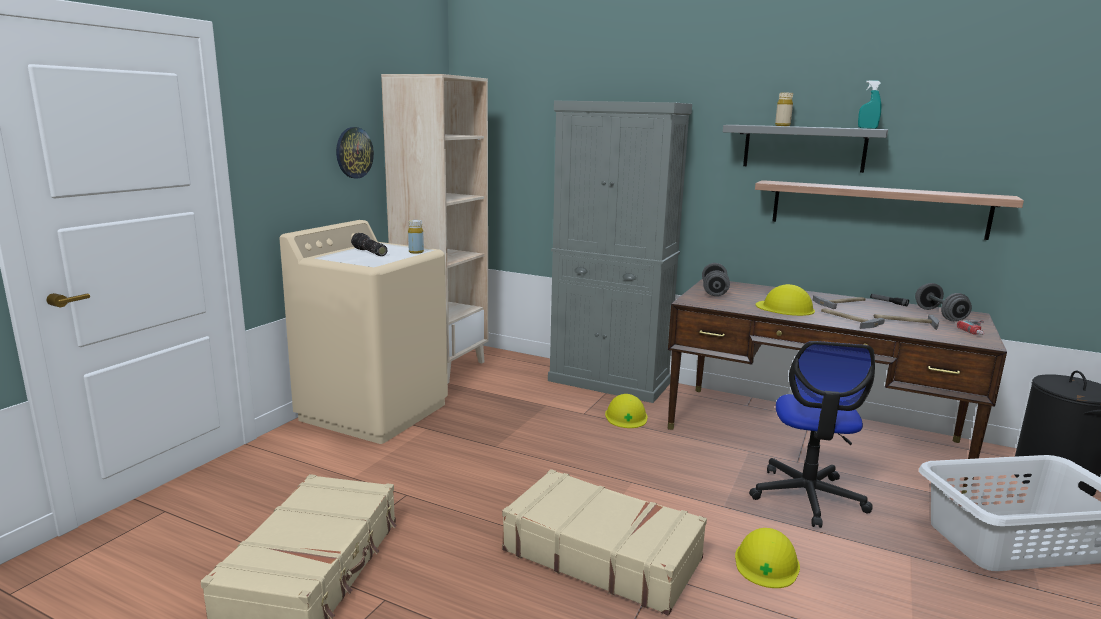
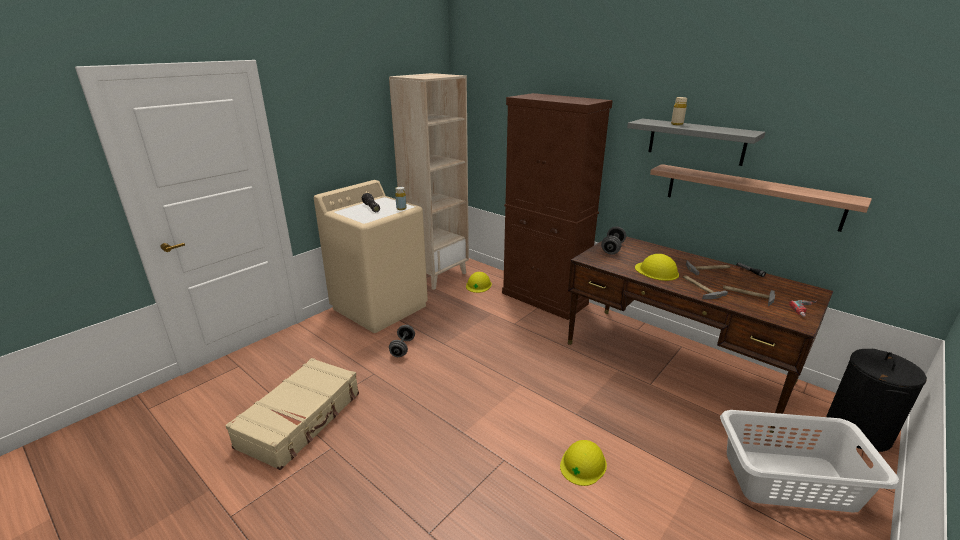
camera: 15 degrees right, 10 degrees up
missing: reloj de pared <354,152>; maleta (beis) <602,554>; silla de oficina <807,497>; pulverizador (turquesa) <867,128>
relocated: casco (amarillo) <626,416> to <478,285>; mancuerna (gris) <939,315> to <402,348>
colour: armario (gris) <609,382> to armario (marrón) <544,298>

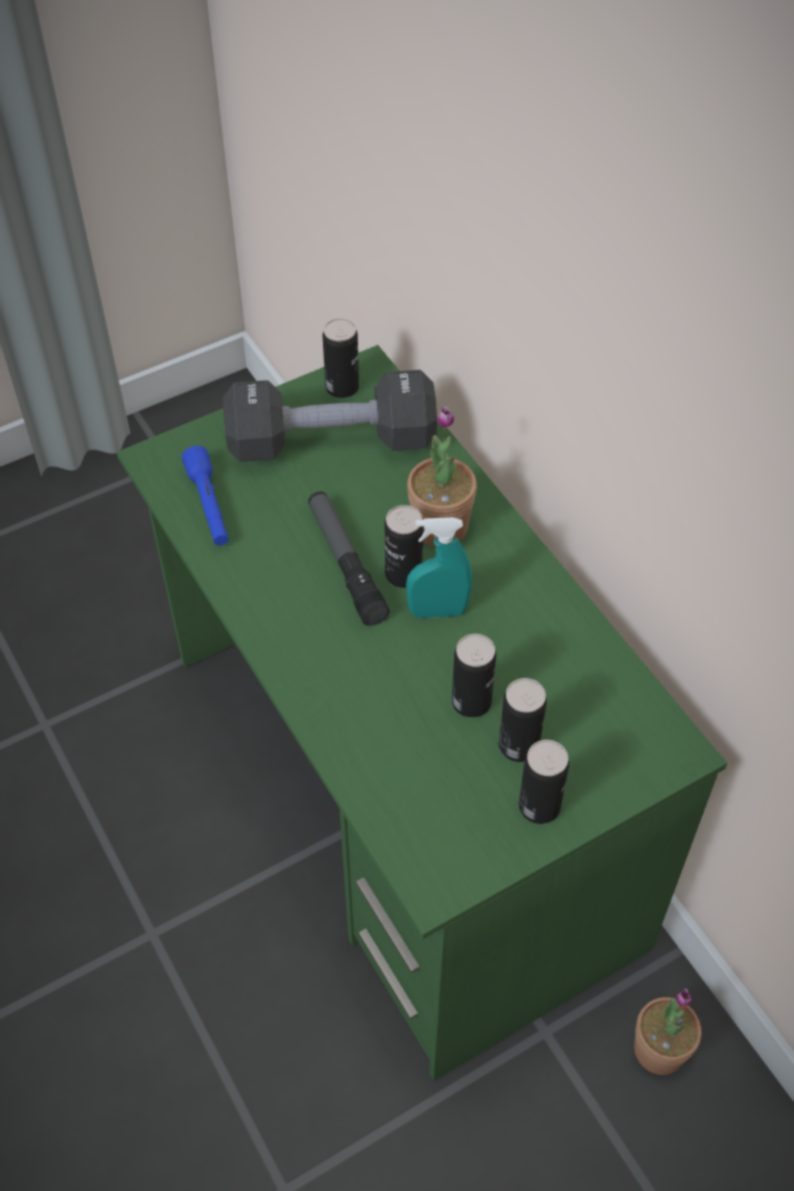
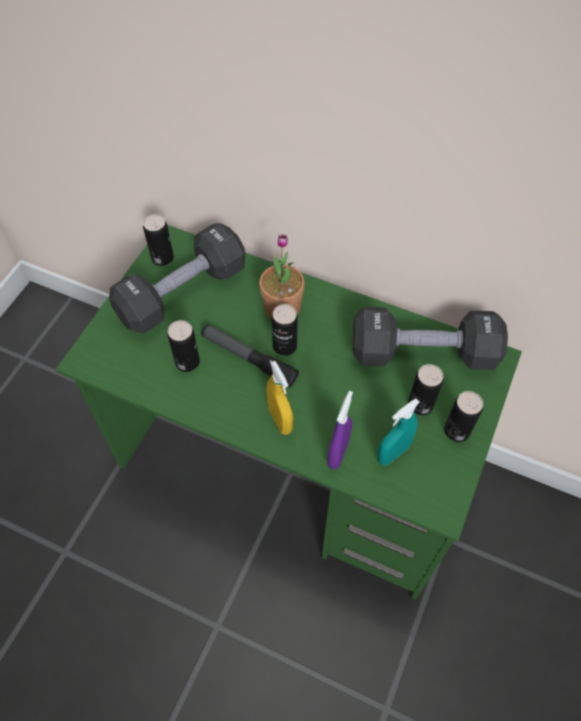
camera: 35 degrees left, 5 degrees up
missing: linterna (azul) <209,506>; planta en maceta <659,1049>
appeared: pulverizador (amarillo) <280,420>; pulverizador (morado) <338,453>; mancuerna (negro) <423,352>
relocated: pulverizador (turquesa) <437,611> to <393,453>; lata <471,701> to <187,362>

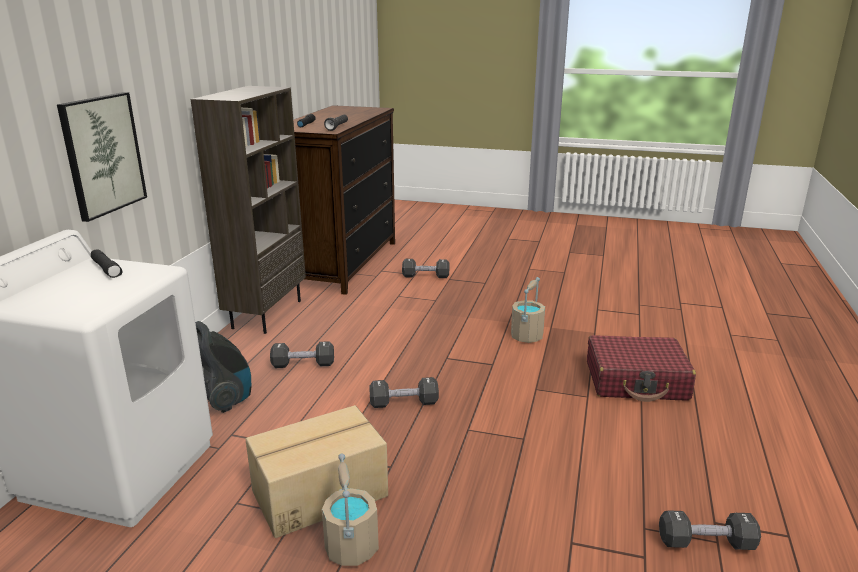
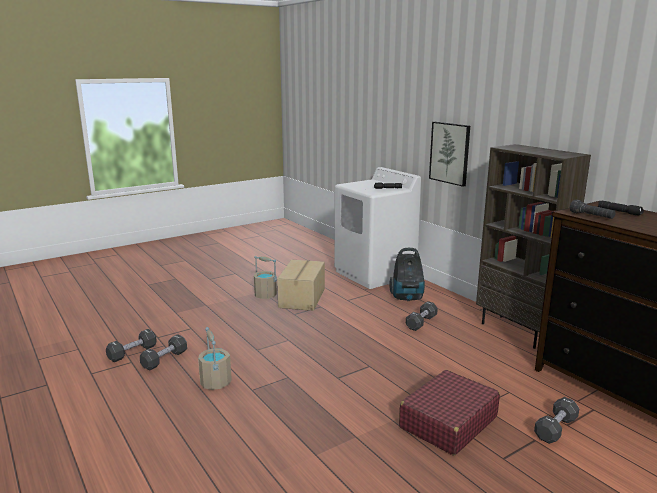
camera: 130 degrees right, 5 degrees down
relocated: mancuerna (negro) <404,403> to <164,360>; cubo (beis) <526,336> to <215,382>; maleta (rojo) <636,381> to <448,422>

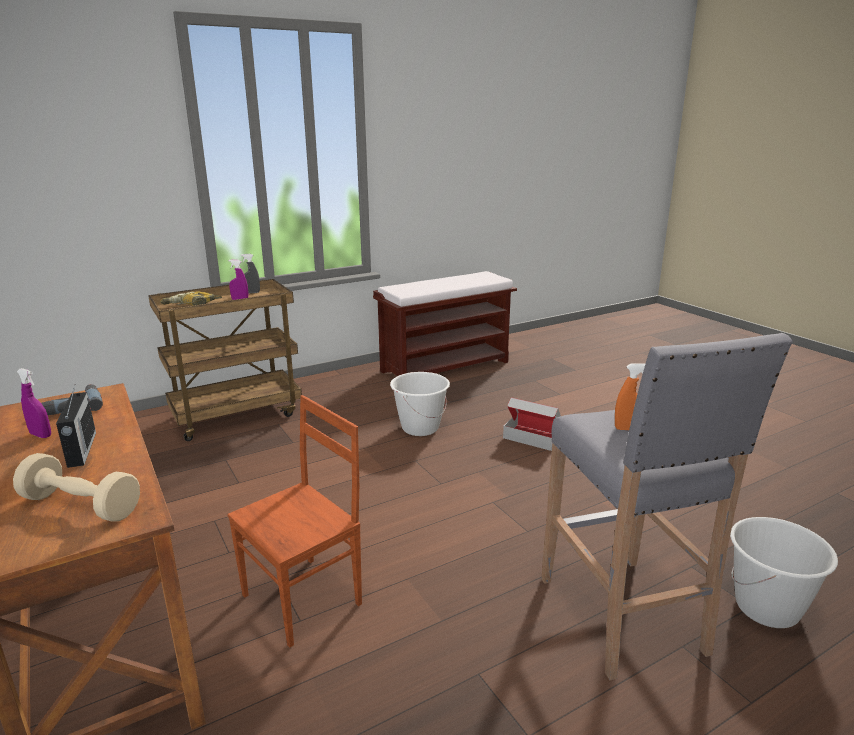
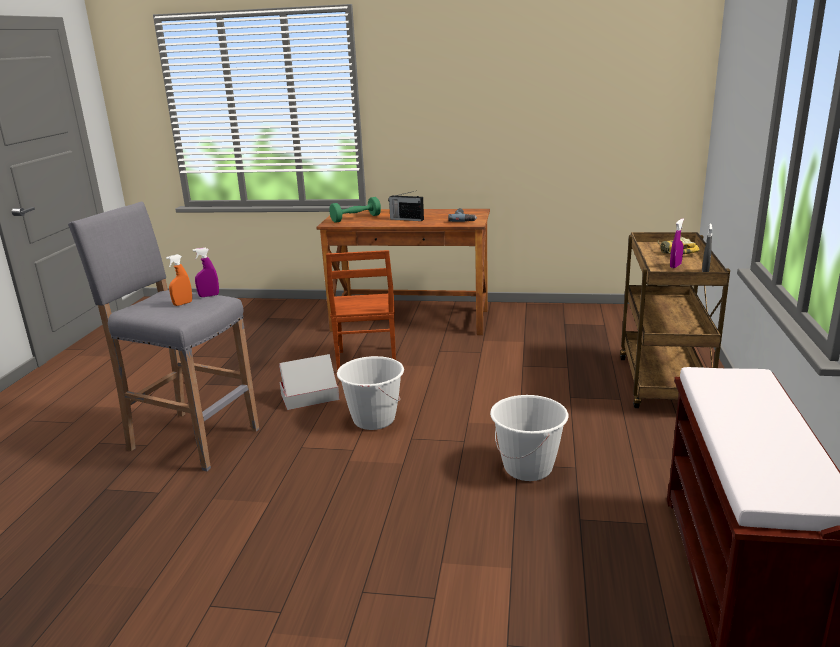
camera: 130 degrees right, 0 degrees up
relocated: pulverizador (morado) <41,435> to <209,296>; caja de cartón <533,437> to <309,397>; cubo (blanco) <767,608> to <373,420>
colour: mancuerna (beis) <81,506> to mancuerna (verde) <356,218>

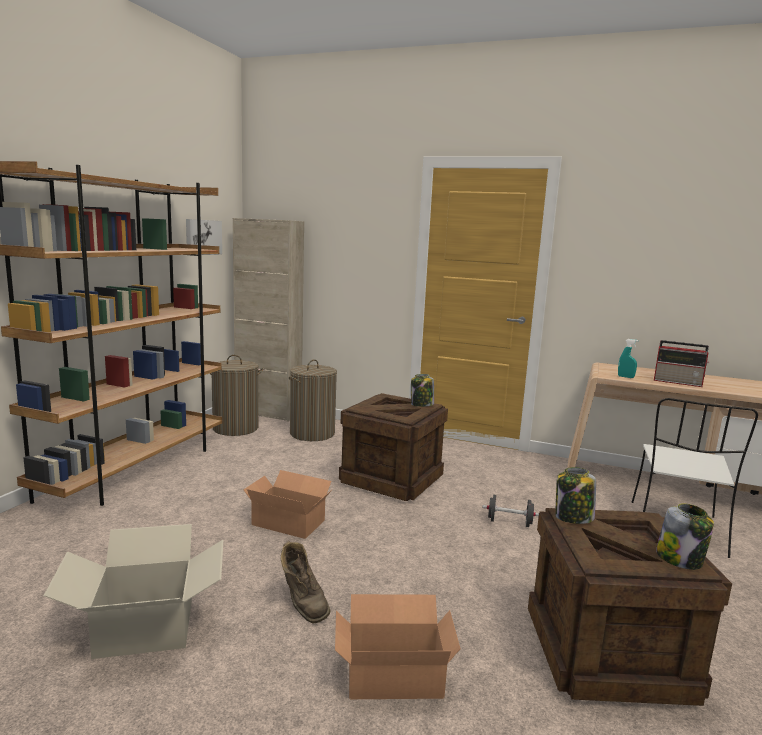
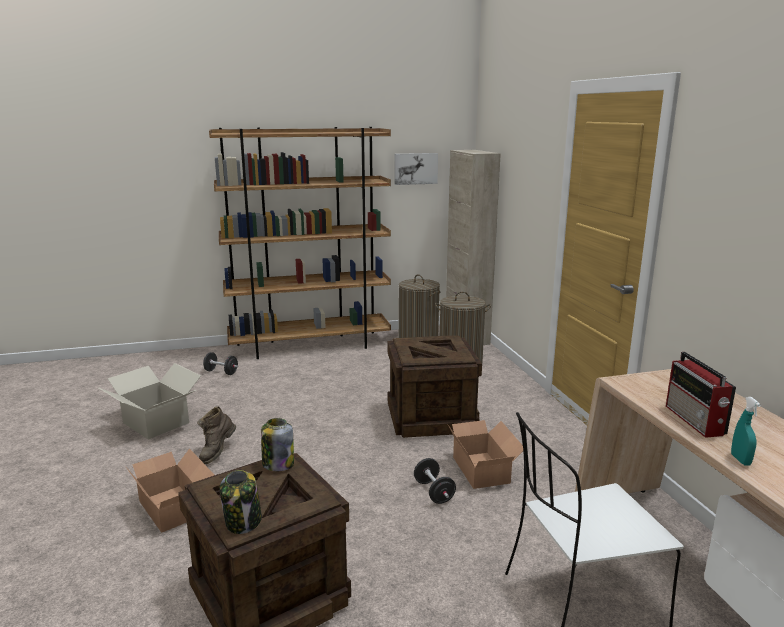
camera: 55 degrees right, 5 degrees up
missing: tarro <421,405>
appeared: mancuerna (negro) <221,372>
relocated: caja de cartón <288,521> to <482,469>; pulverizador (turquesa) <625,377> to <740,460>

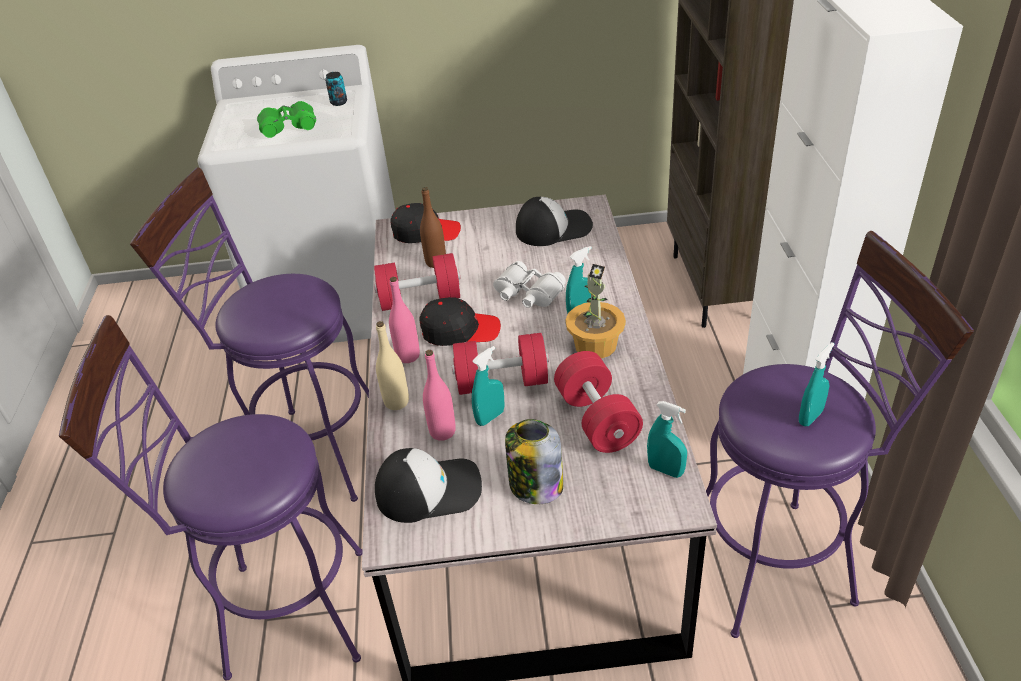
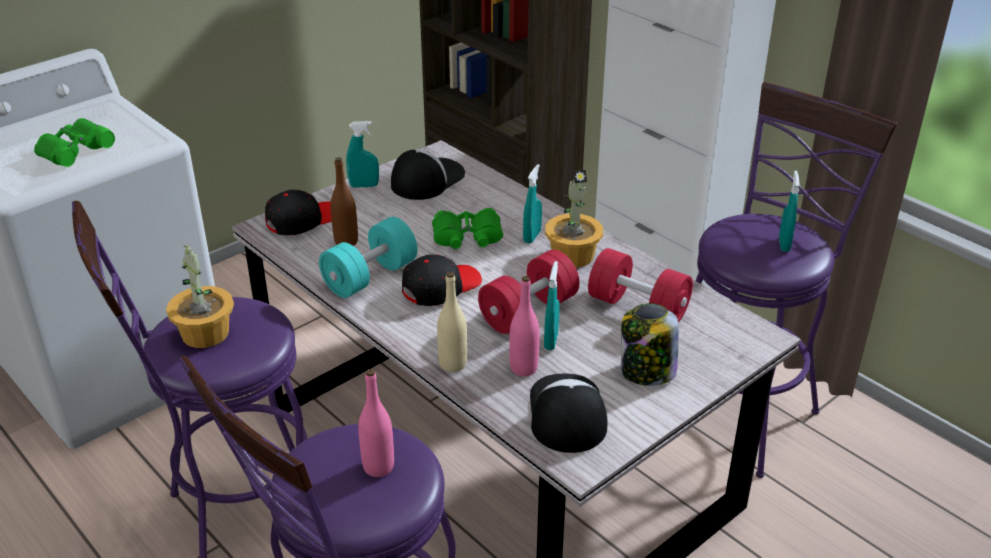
camera: 40 degrees left, 5 degrees down
missing: lata <339,102>
appeared: planta en maceta <204,334>
relocated: botella (rosa) <408,356> to <378,467>; pulverizador (turquesa) <665,470> to <364,186>
colour: mancuerna (rojo) <420,299> to mancuerna (turquesa) <370,277>; prismáticos (blanco) <528,293> to prismáticos (verde) <467,238>
spun: gorra <429,489> = <566,414> 45 degrees counterclockwise

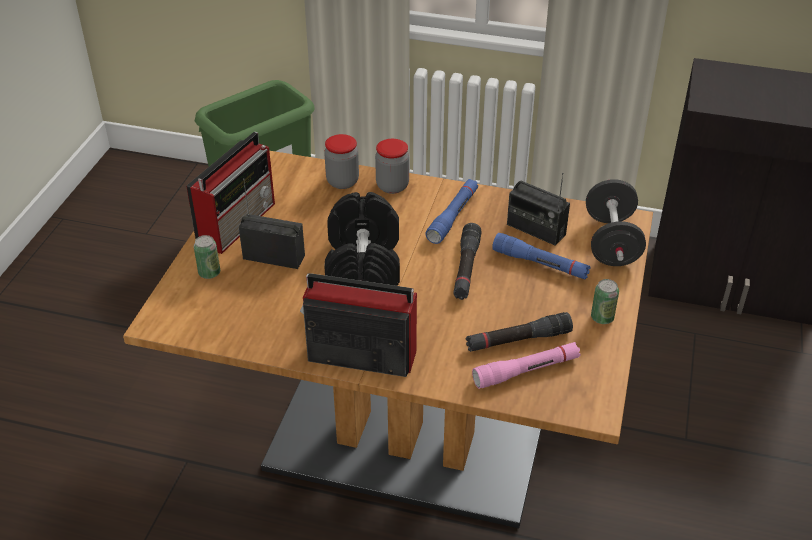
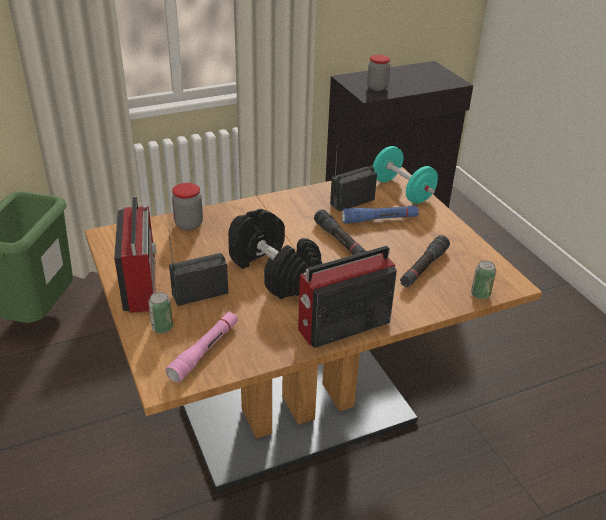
camera: 40 degrees left, 5 degrees down
missing: linterna (azul) <453,216>
relocated: tarro <392,186> to <377,87>; linterna (rosa) <526,371> to <204,351>; lata <602,318> to <480,294>
colour: mancuerna (negro) <611,242> to mancuerna (turquesa) <402,191>
spun: radio <535,230> = <352,202> 150 degrees clockwise

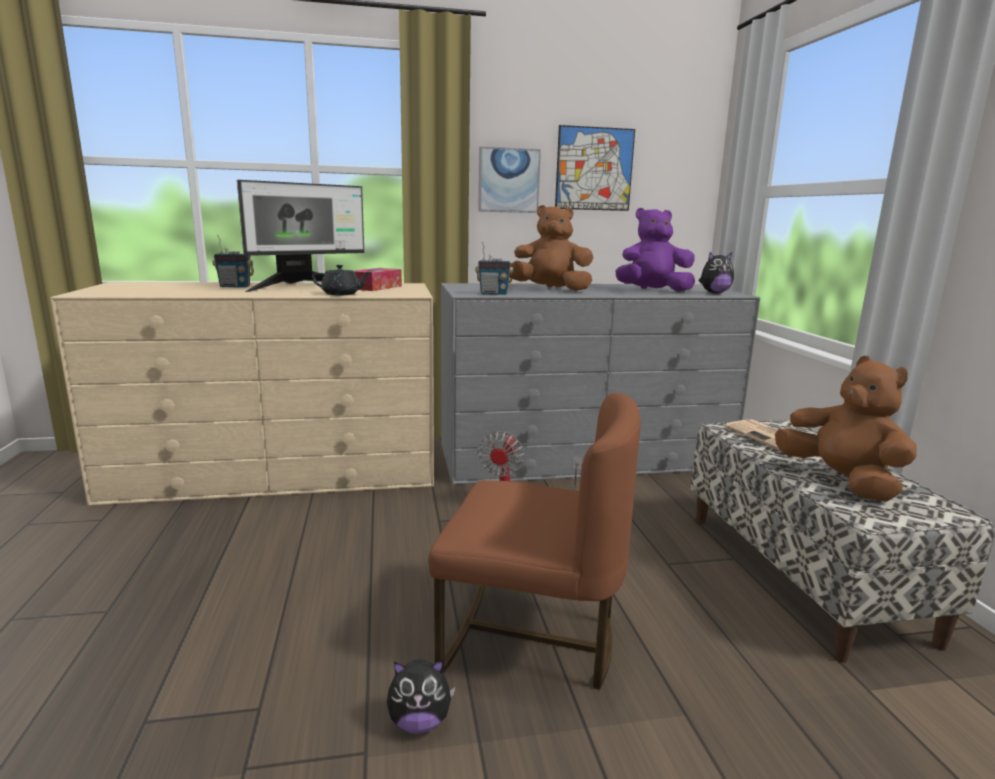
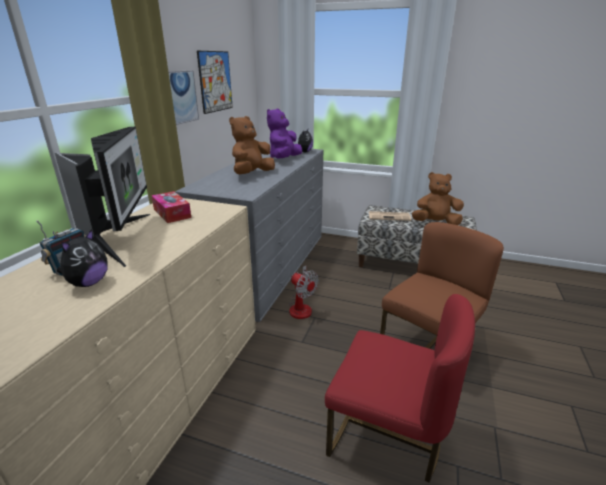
camera: 60 degrees left, 10 degrees up
missing: tetera (negro) <342,294>; radio <494,294>
appeared: silla (rojo) <387,435>
relocated: peluche <419,722> to <88,283>

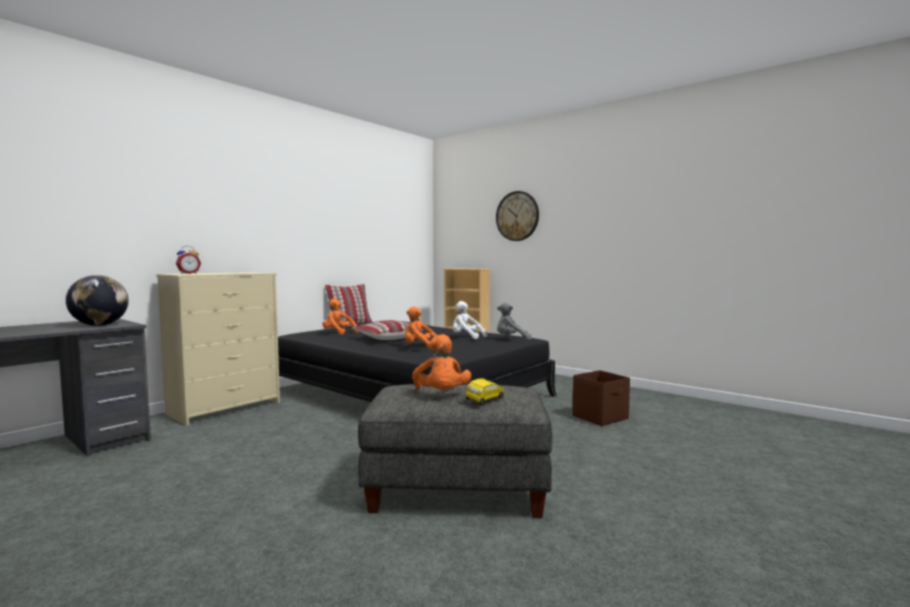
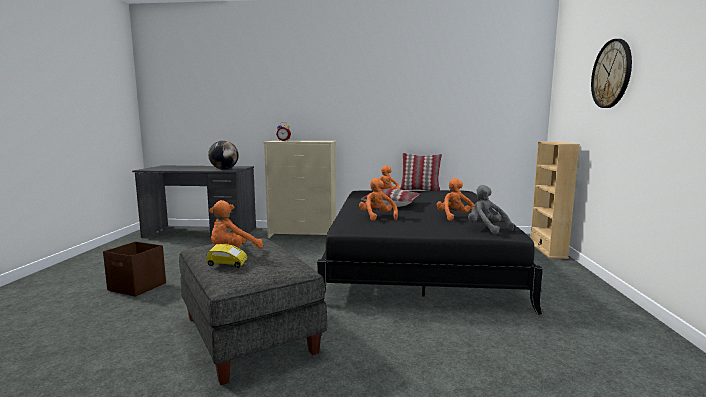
camera: 55 degrees right, 5 degrees up
relocated: caja de almacenaje (marrón) <601,417> to <137,287>
colour: peluche (blanco) <466,337> to peluche (naranja) <454,217>

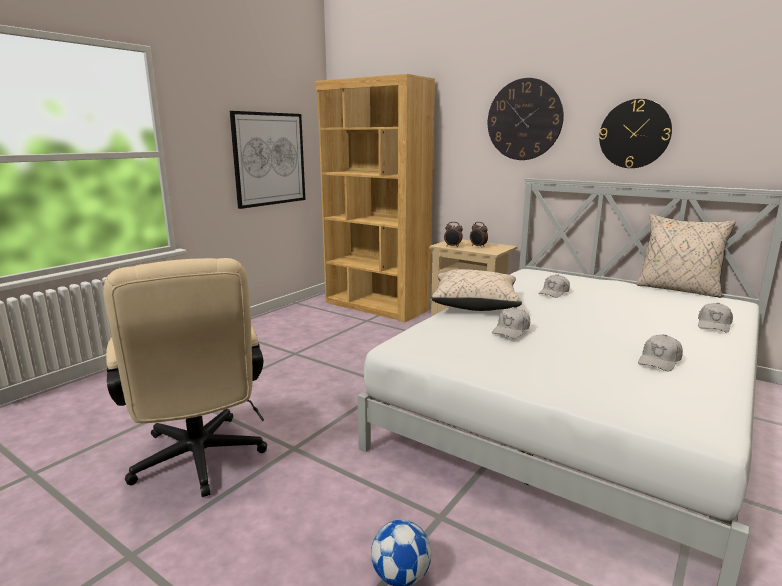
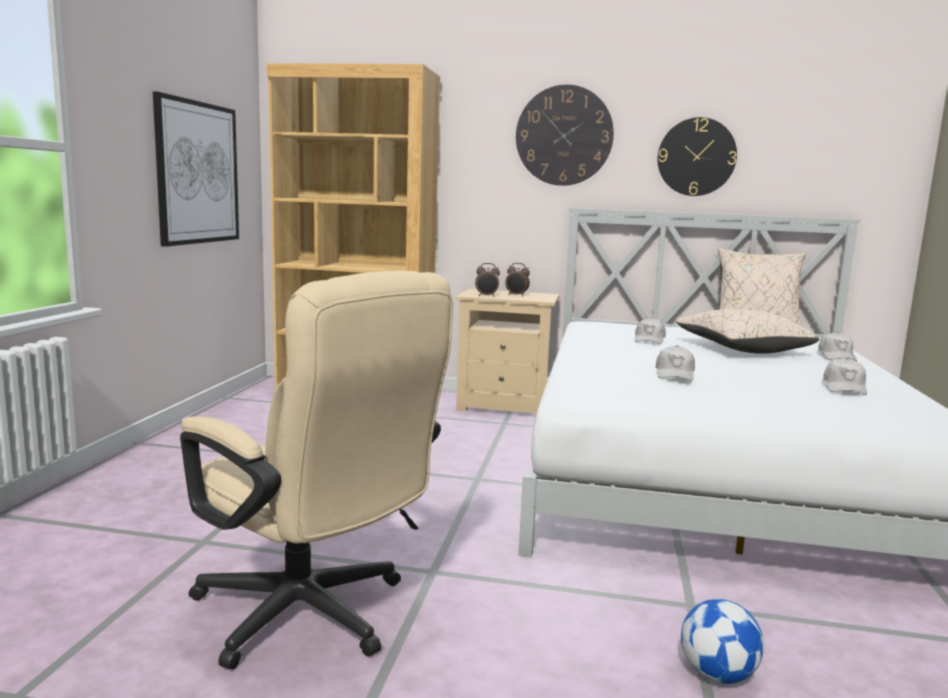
camera: 25 degrees left, 5 degrees down
relocated: cojín (beis) <475,304> to <742,349>

